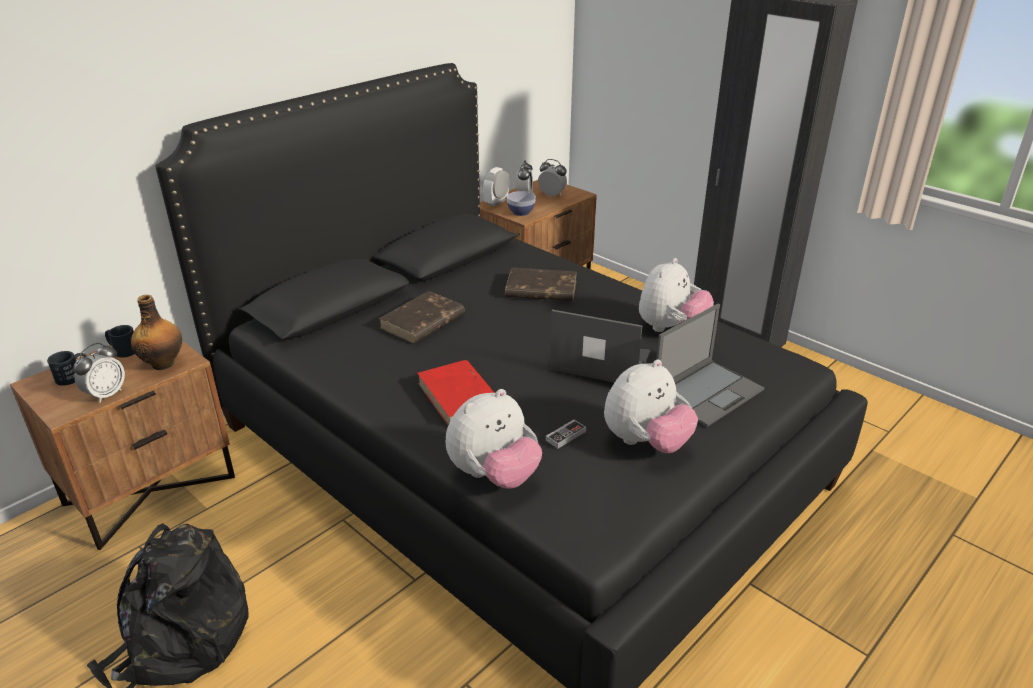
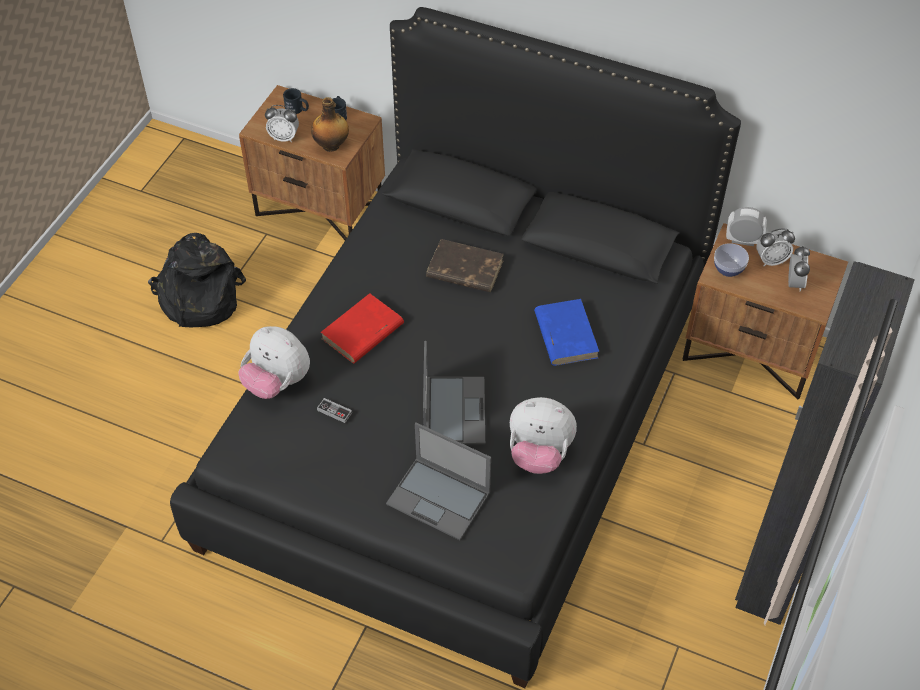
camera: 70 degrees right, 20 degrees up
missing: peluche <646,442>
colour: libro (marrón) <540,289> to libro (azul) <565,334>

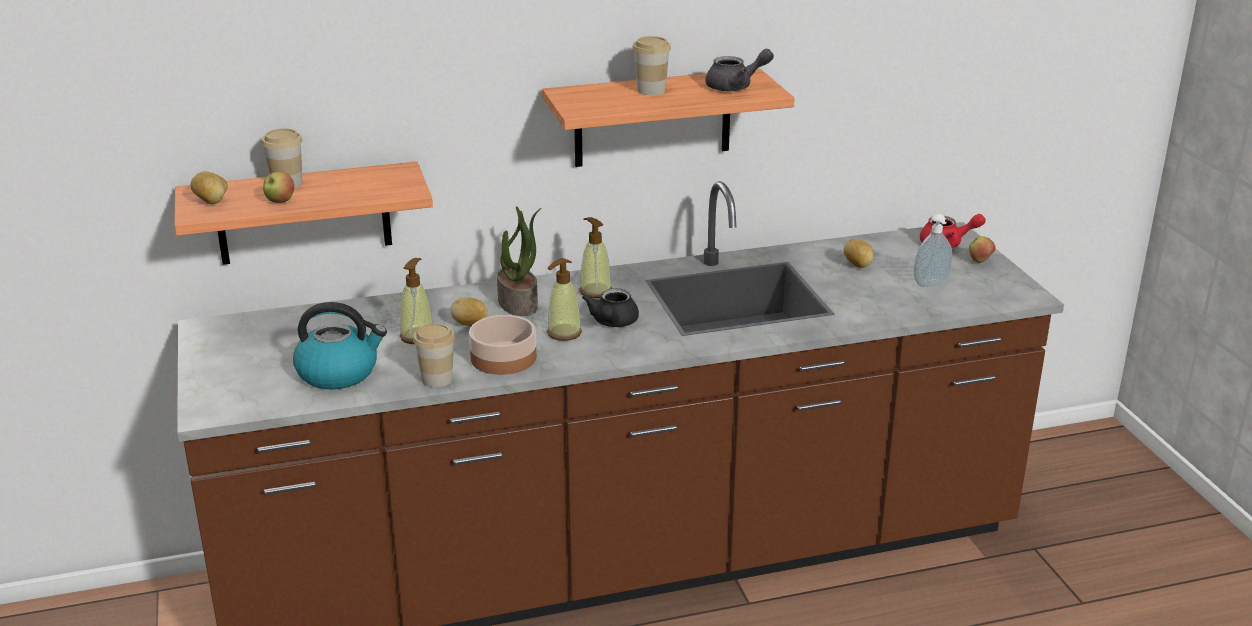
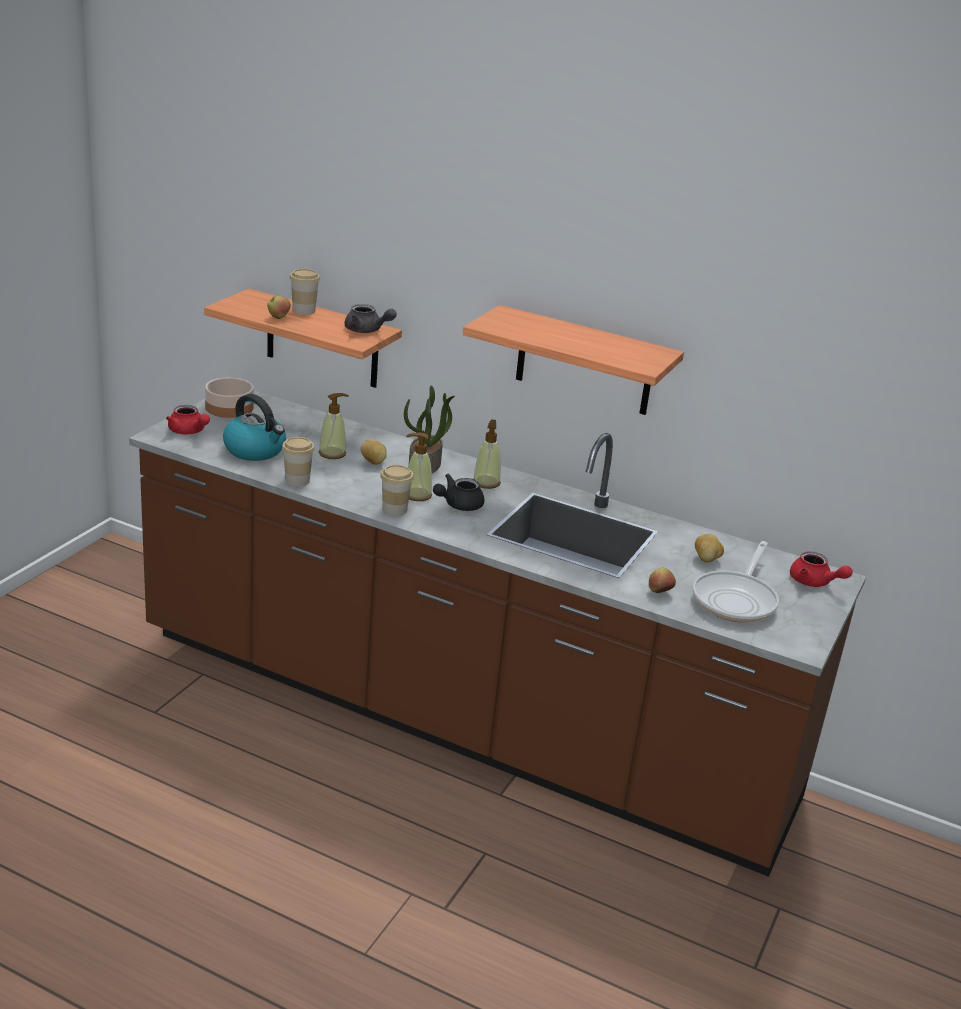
camera: 40 degrees right, 0 degrees up
missing: patata <212,202>
appeared: tetera (rojo) <188,432>
relocated: cuenco <504,358> to <229,408>; taza <651,90> to <394,509>; tetera (gris) <735,86> to <367,331>; manzana <980,261> to <659,592>
exchanged: dispensador de jabón <931,285> to sartén <736,600>

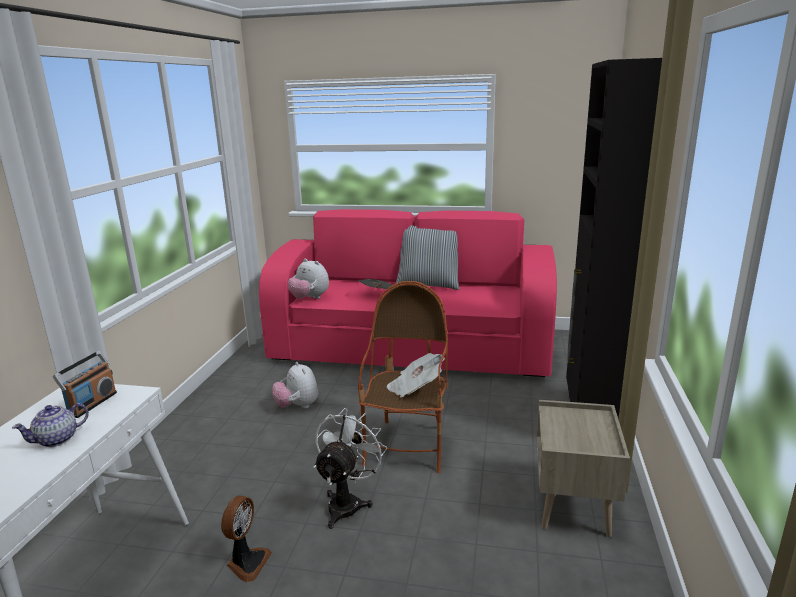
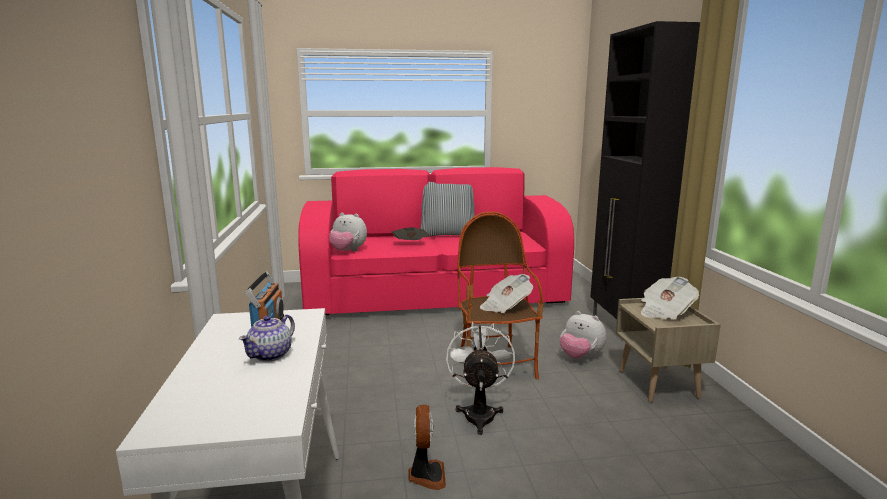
camera: 20 degrees left, 5 degrees down
appeared: periódico <665,312>
relocated: peluche <297,406> to <580,357>

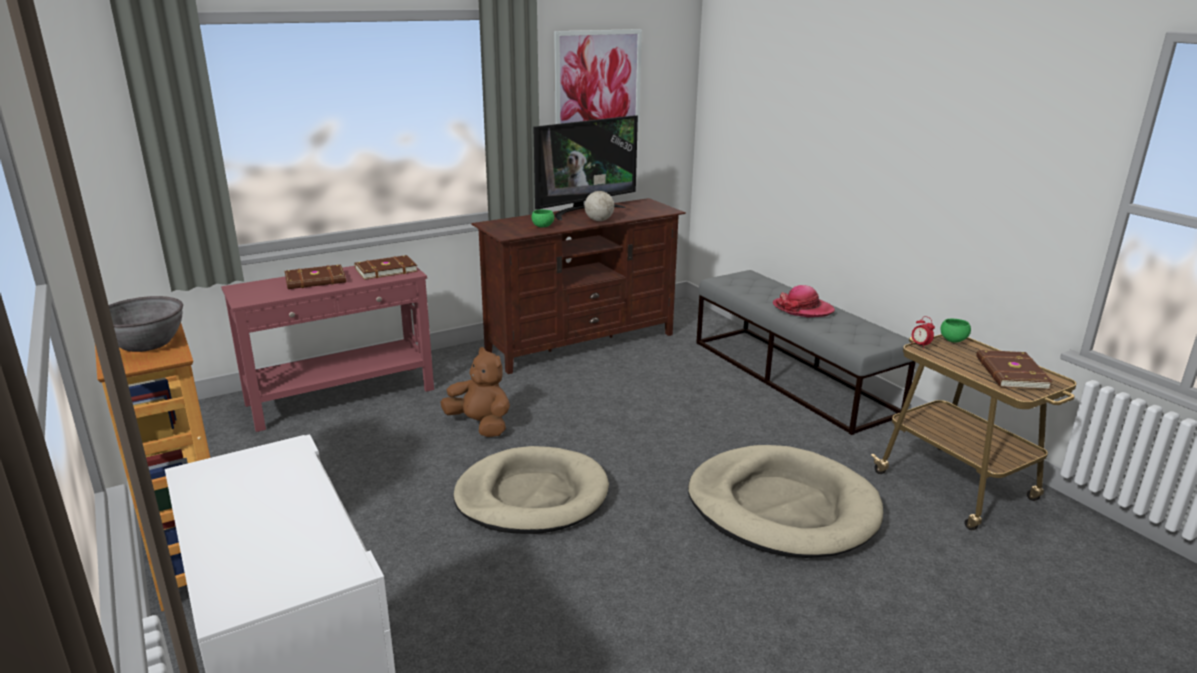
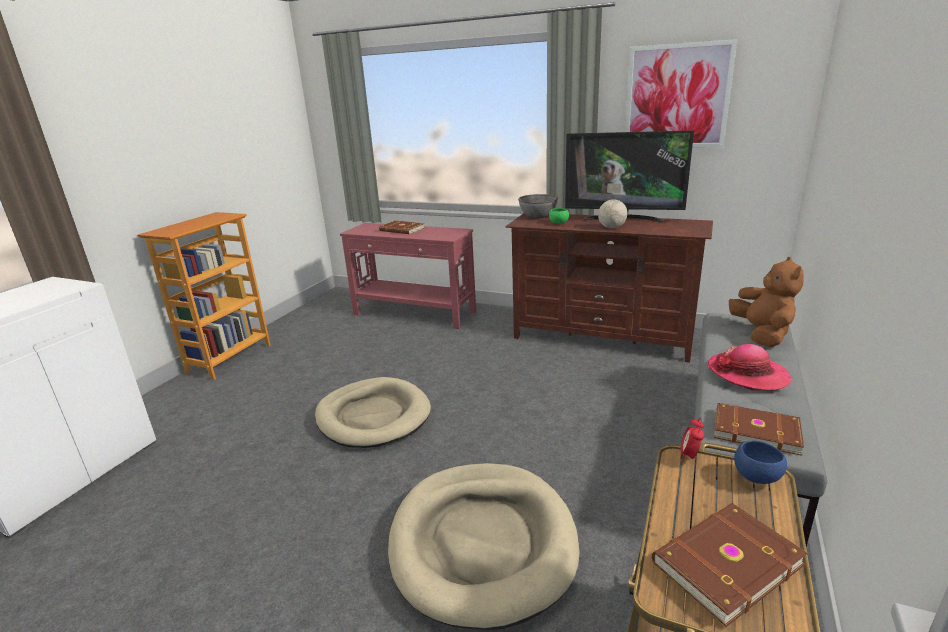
camera: 55 degrees right, 0 degrees up
relocated: cuenco (gris) <146,343> to <538,216>; libro (marrón) <385,270> to <755,430>; peluche (marrón) <480,425> to <761,334>
colour: cuenco (verde) <953,340> to cuenco (azul) <756,477>

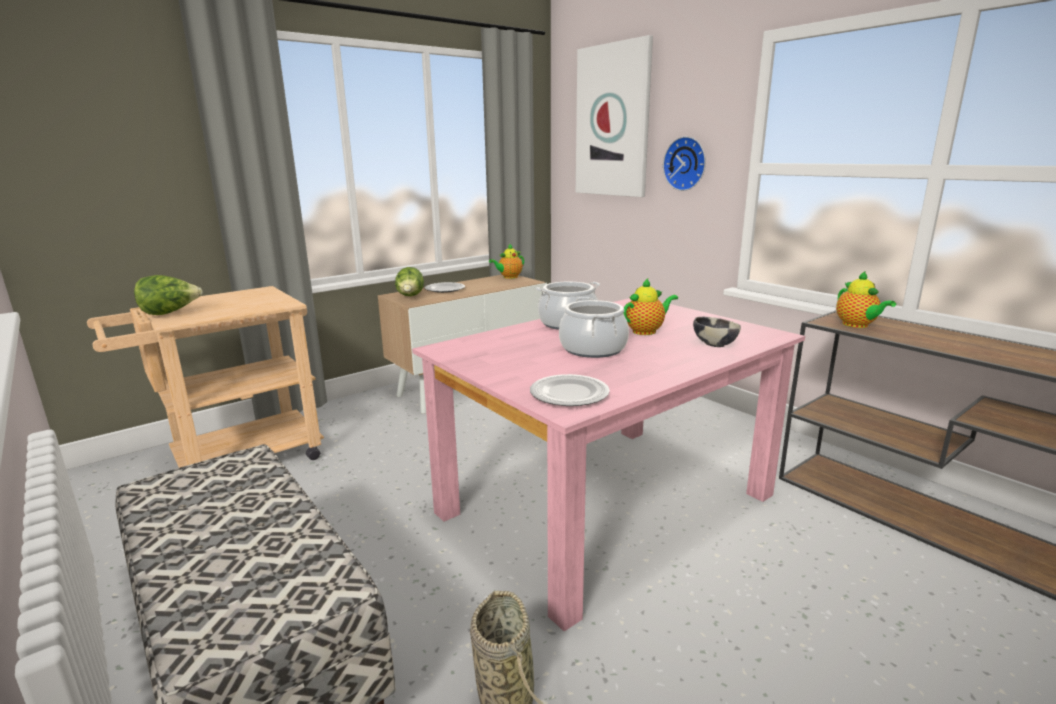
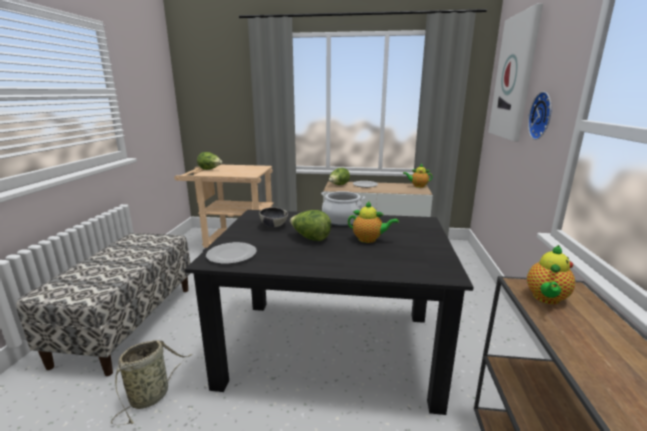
camera: 45 degrees right, 0 degrees up
relocated: cuenco <714,344> to <274,226>
exchanged: olla <593,349> to lechuga <310,238>
colour: mesa de comedor (rosa) <606,505> to mesa de comedor (negro) <329,348>

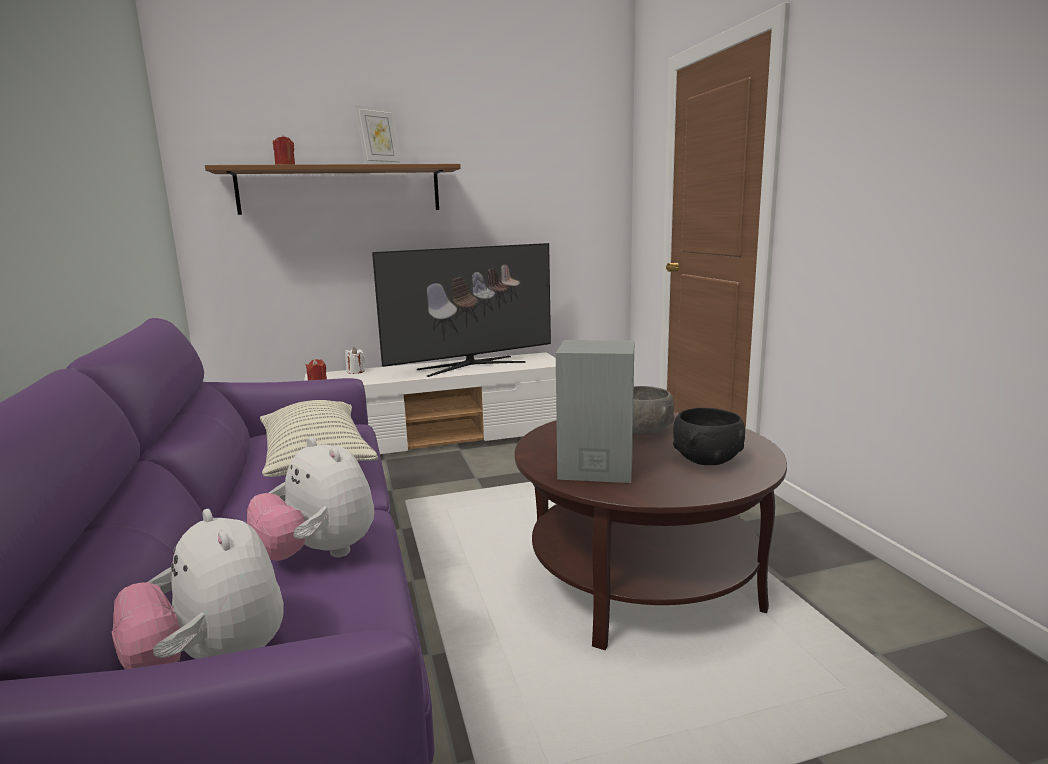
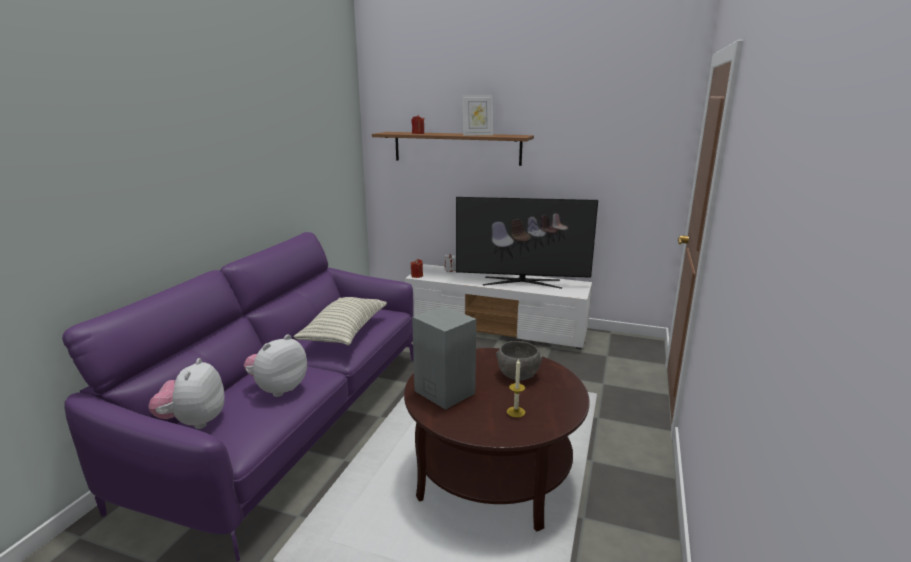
camera: 35 degrees right, 5 degrees up
exchanged: cuenco (negro) <707,459> to vela <516,412>
spun: peluche <319,554> = <278,389> 45 degrees clockwise

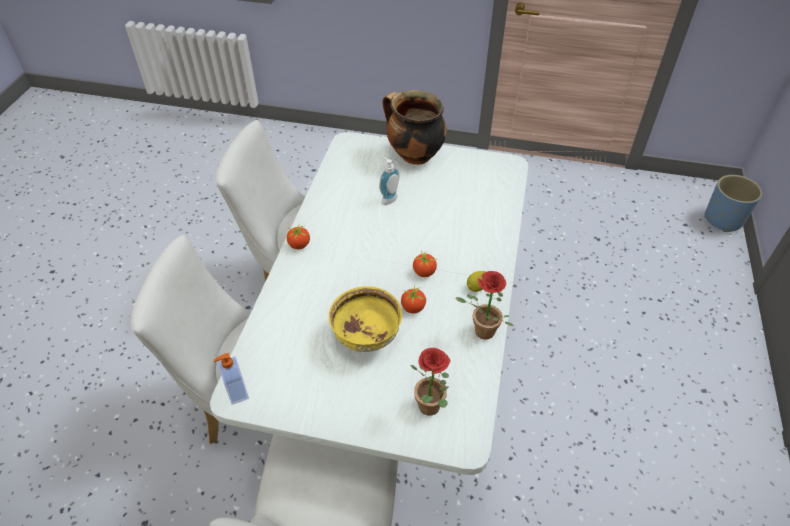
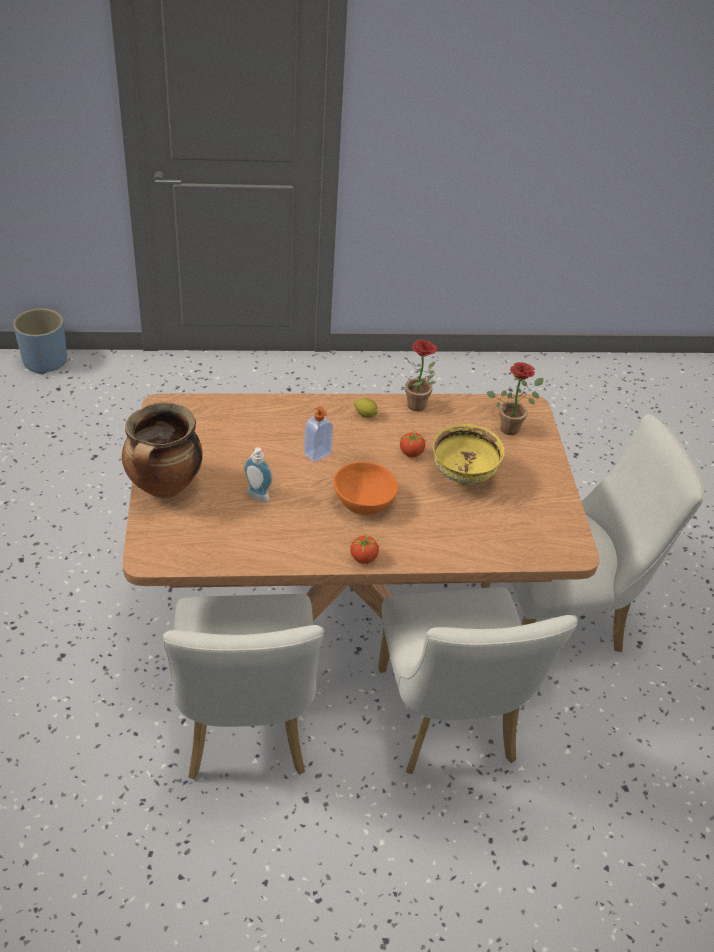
camera: 110 degrees left, 5 degrees down
missing: tomate <424,272>
appeared: cuenco (naranja) <363,502>
relocated: dispensador de jabón <236,392> to <318,454>
colour: mesa de comedor (blanco) <395,367> to mesa de comedor (marrón) <345,610>

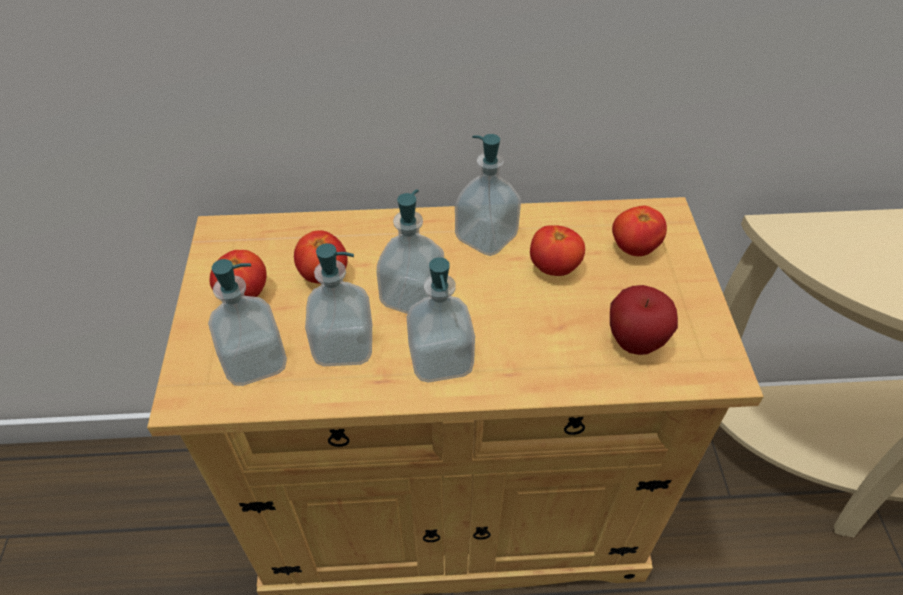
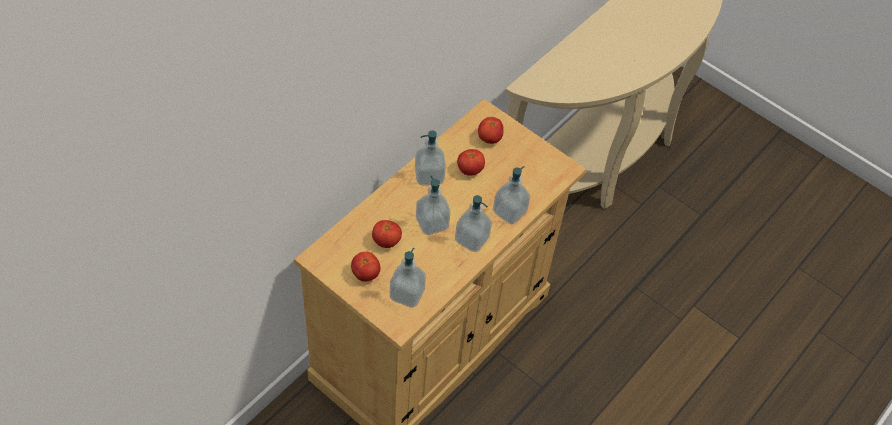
camera: 50 degrees left, 5 degrees up
missing: manzana <635,342>
relocated: dispensador de jabón <343,346> to <509,212>

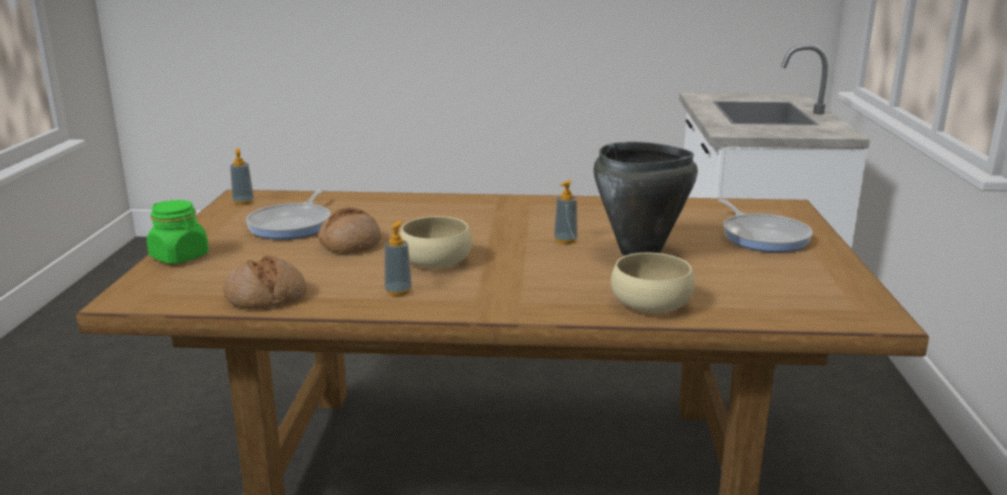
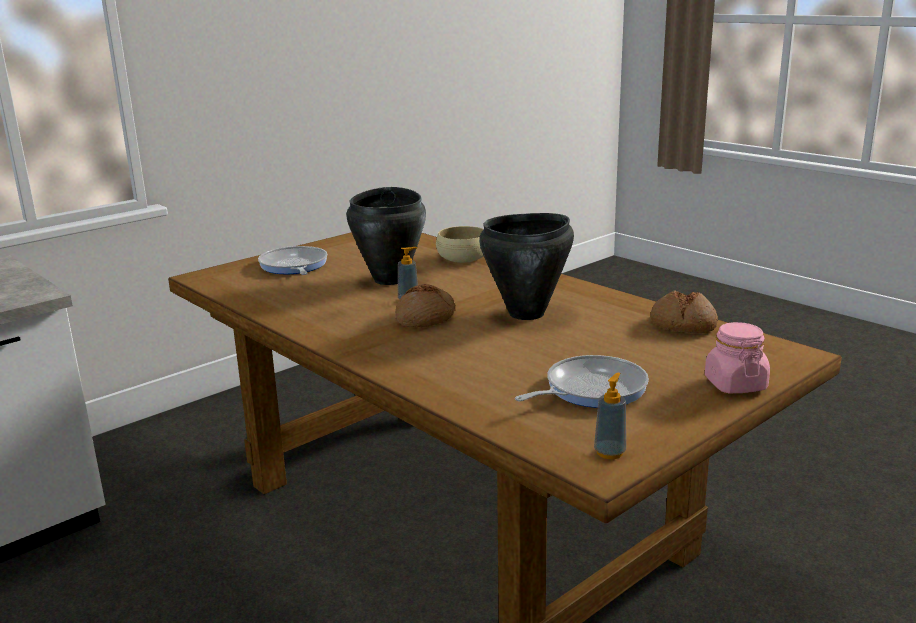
camera: 135 degrees left, 0 degrees up
missing: dispensador de jabón <398,291>
relocated: pan <350,243> to <426,318>
exchanged: cuenco (beis) <435,261> to olla (negro) <527,314>
colour: tarro (verde) <180,257> to tarro (rosa) <735,384>
spun: sartén <762,236> = <293,266> 45 degrees counterclockwise

